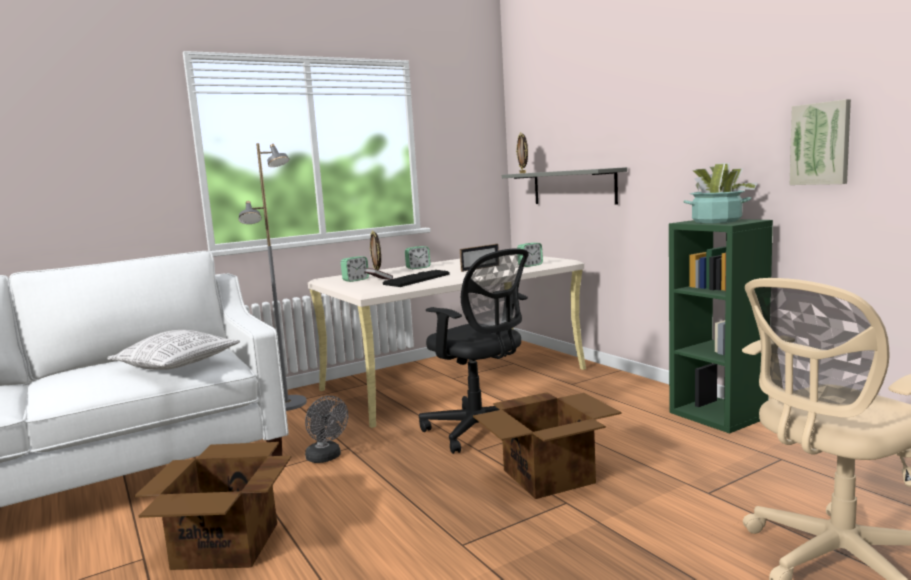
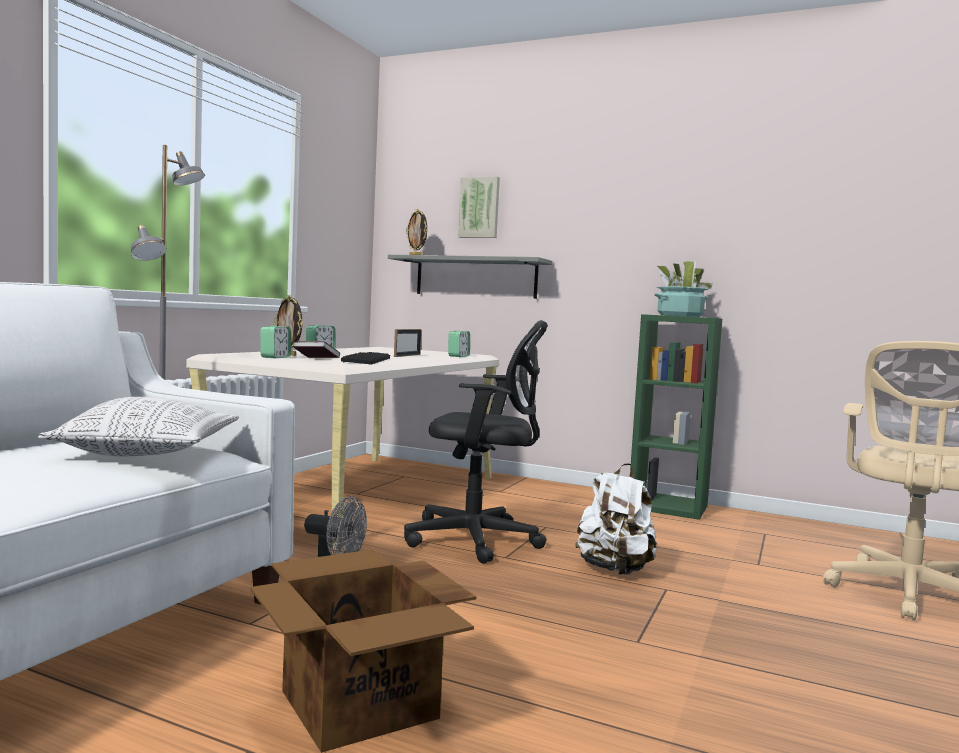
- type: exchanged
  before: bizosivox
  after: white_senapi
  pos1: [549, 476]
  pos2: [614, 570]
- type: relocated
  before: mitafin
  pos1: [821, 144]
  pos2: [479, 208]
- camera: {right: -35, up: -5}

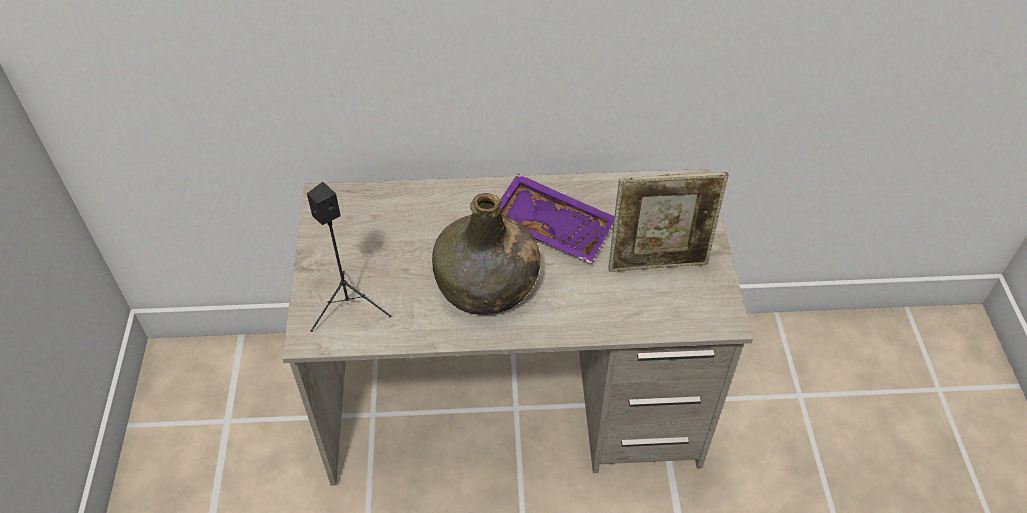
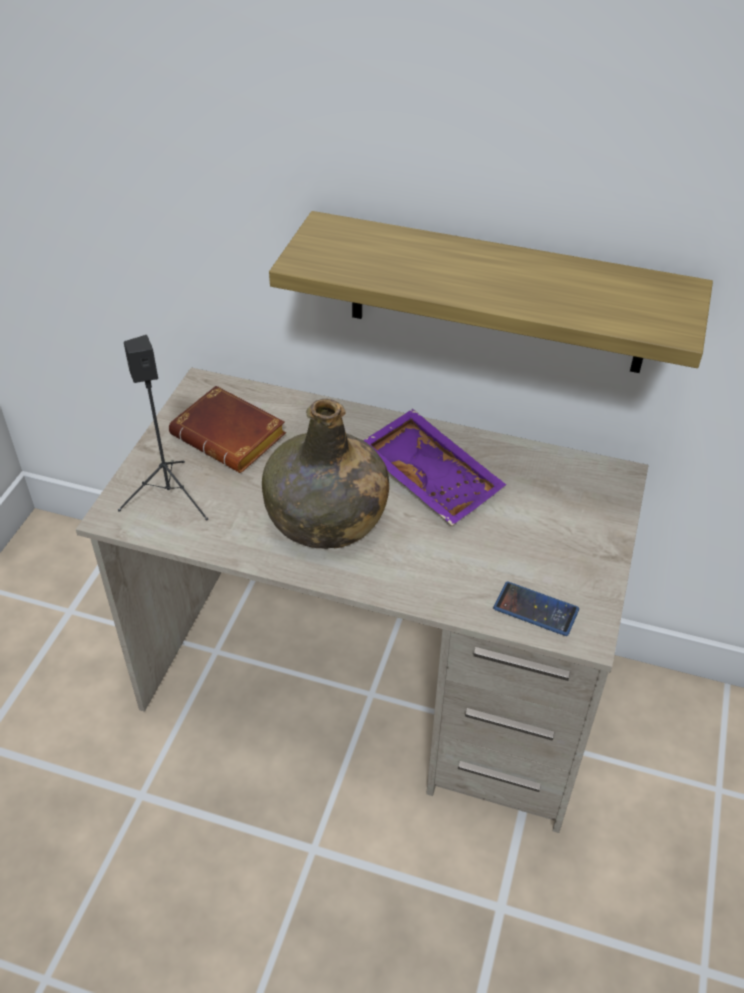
- type: missing
  before: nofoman
  pos1: [658, 263]
- type: appeared
  after: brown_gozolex
  pos2: [233, 436]
- type: appeared
  after: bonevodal
  pos2: [497, 294]
- type: appeared
  after: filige
  pos2: [535, 609]
- camera: {right: 20, up: -5}

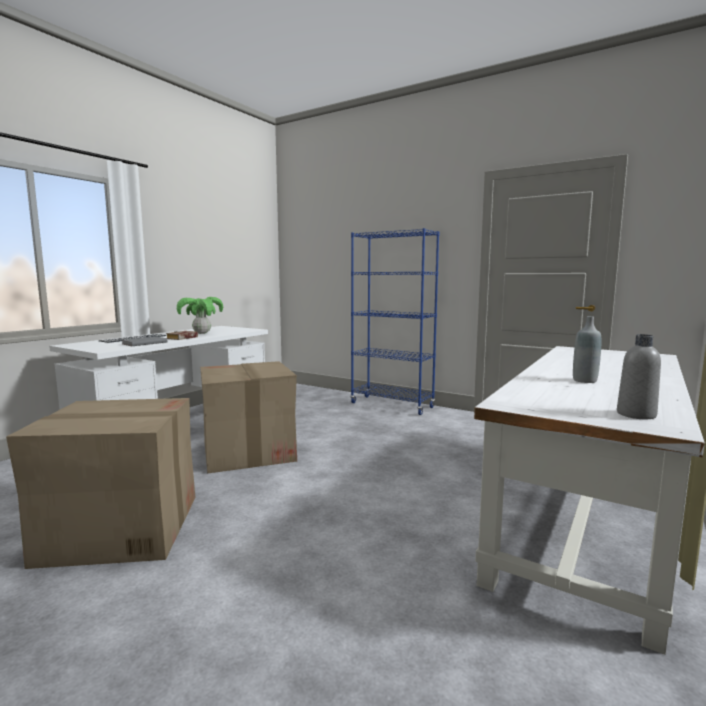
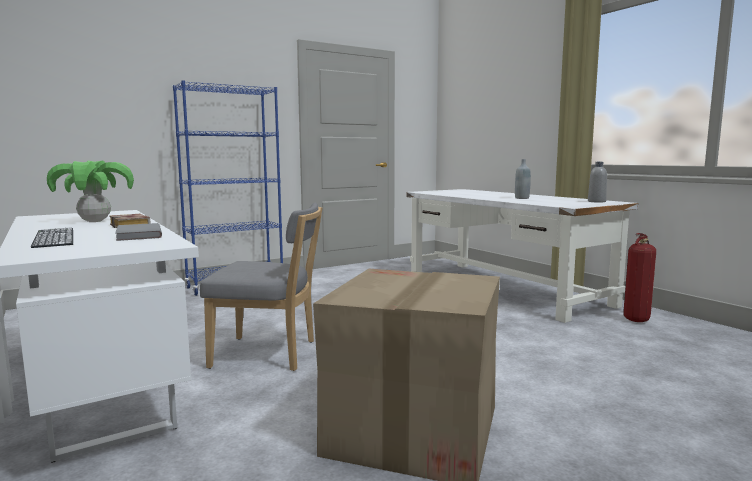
- type: exchanged
  before: bizosivox
  after: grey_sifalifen
  pos1: [248, 451]
  pos2: [269, 354]
- type: appeared
  after: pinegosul
  pos2: [637, 320]
- camera: {right: -65, up: 0}

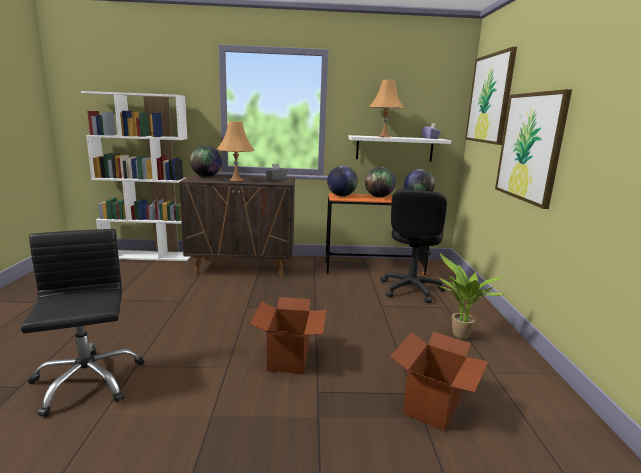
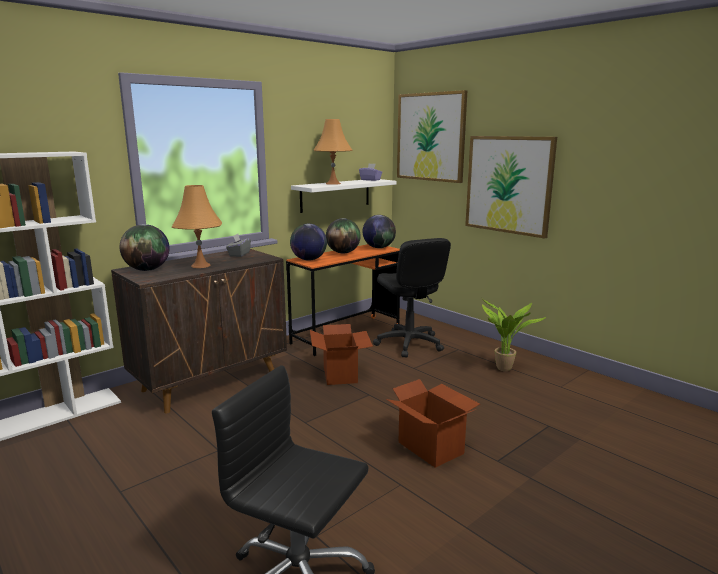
- type: relocated
  before: bizosivox
  pos1: [433, 406]
  pos2: [341, 374]
- camera: {right: -40, up: 0}

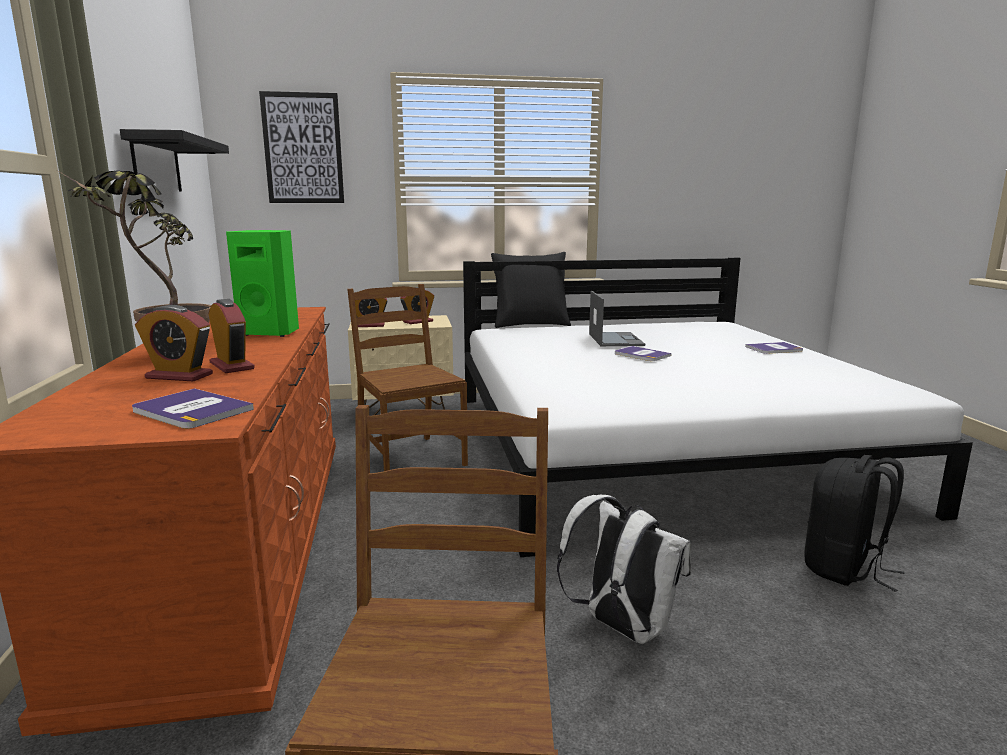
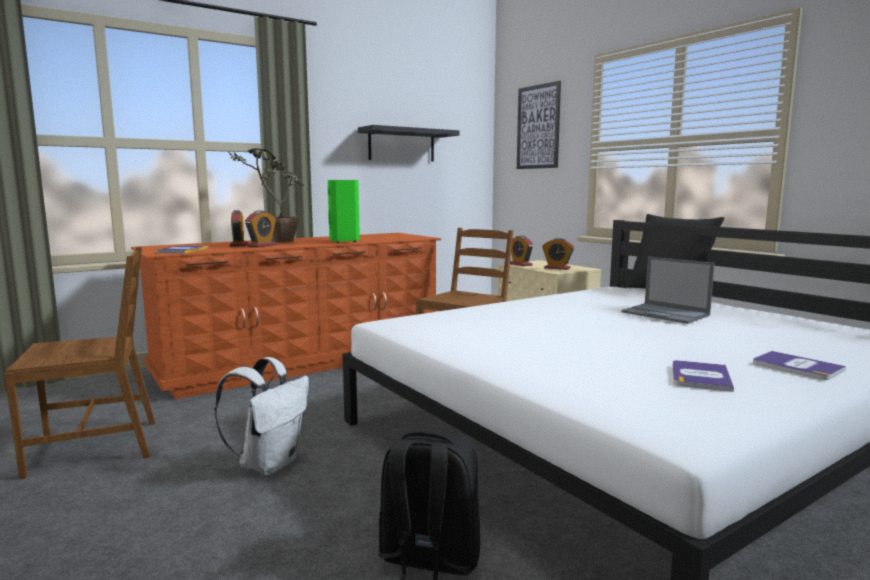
- type: spun
  before: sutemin
  pos1: [615, 339]
  pos2: [666, 314]
  turn: 75
- type: relocated
  before: gozolex
  pos1: [641, 355]
  pos2: [700, 377]
- camera: {right: 65, up: -5}

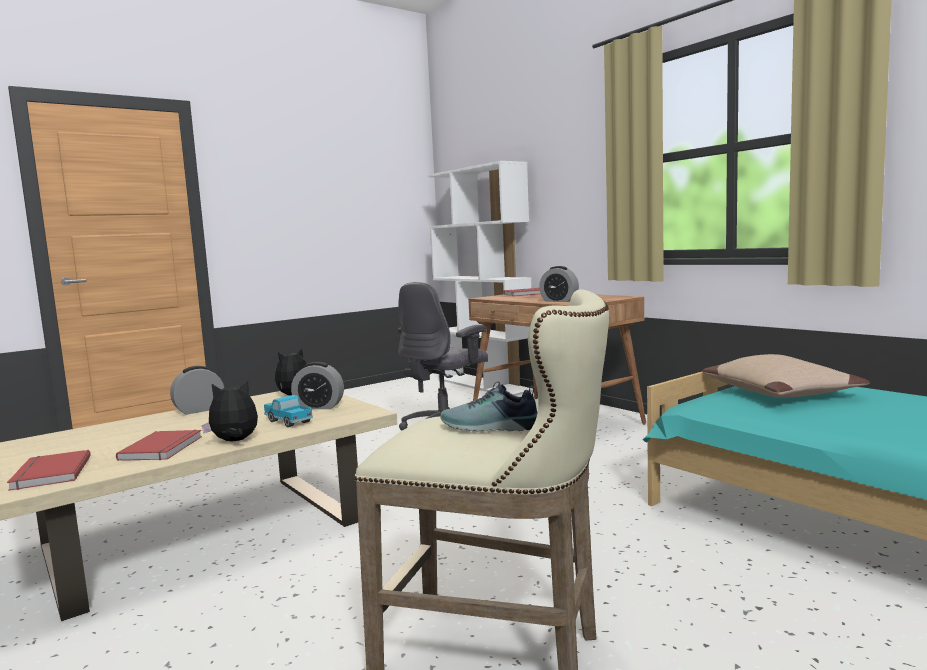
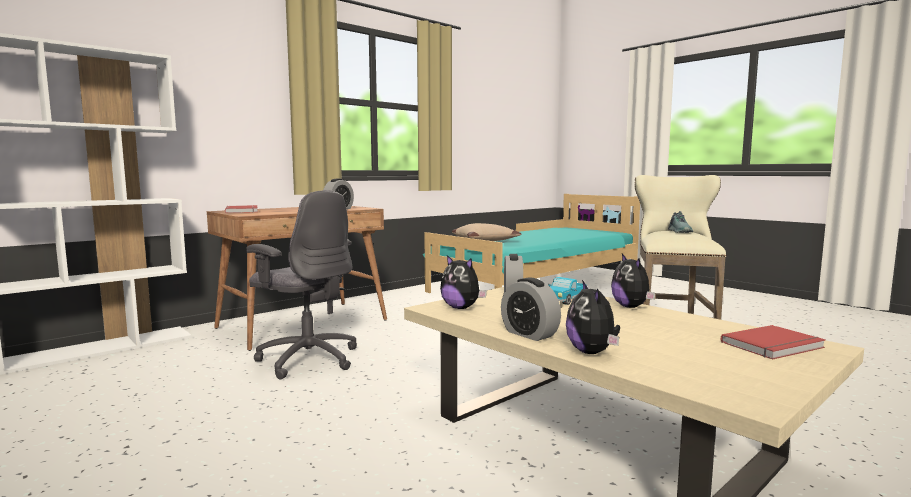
- type: missing
  before: red_gozolex
  pos1: [164, 448]
- type: appeared
  after: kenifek
  pos2: [592, 352]
- camera: {right: -95, up: 0}

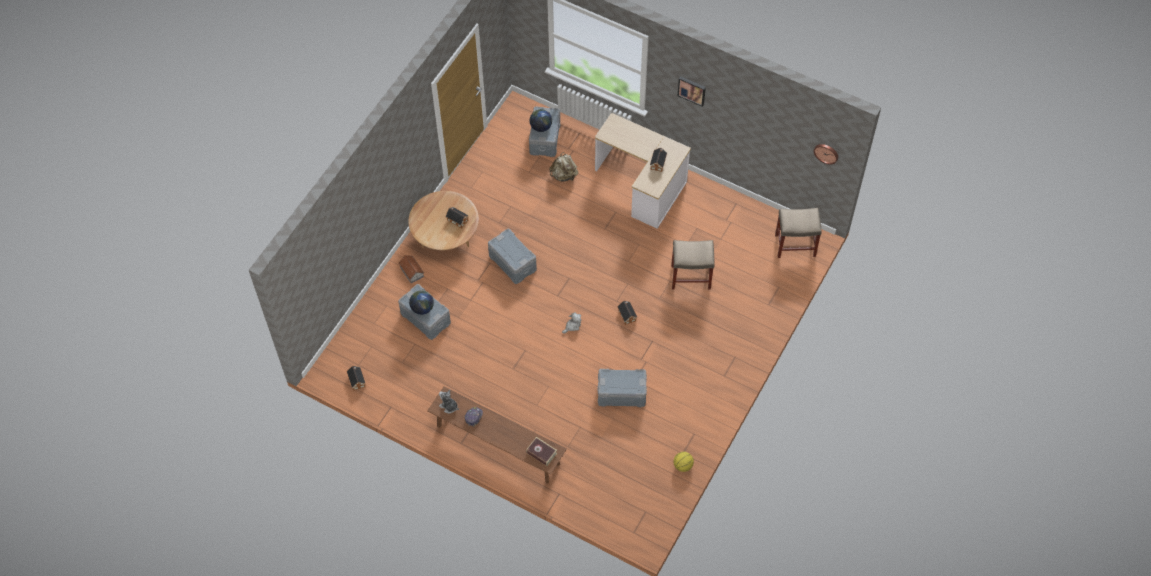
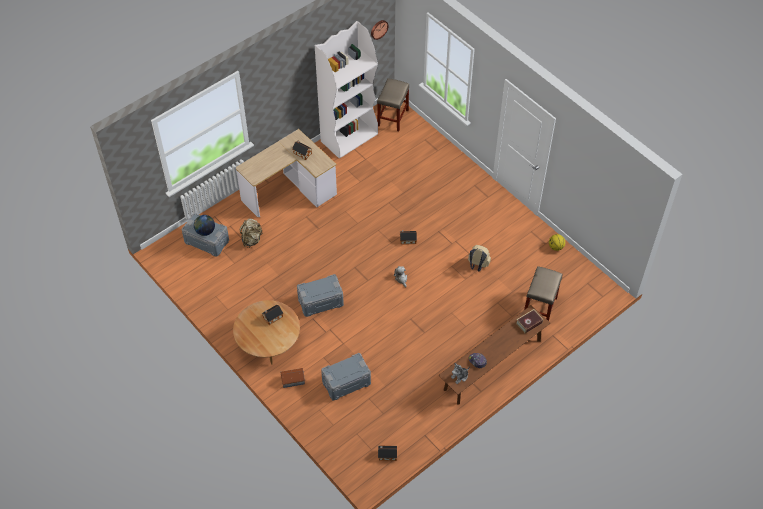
- type: missing
  before: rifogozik
  pos1: [422, 308]
- type: exchanged
  before: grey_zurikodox
  after: beige_senapi
  pos1: [621, 393]
  pos2: [477, 265]
- type: relocated
  before: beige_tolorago
  pos1: [691, 277]
  pos2: [539, 307]
- type: missing
  before: mitafin
  pos1: [692, 90]
- type: appeared
  after: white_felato
  pos2: [349, 137]
- camera: {right: -70, up: -5}

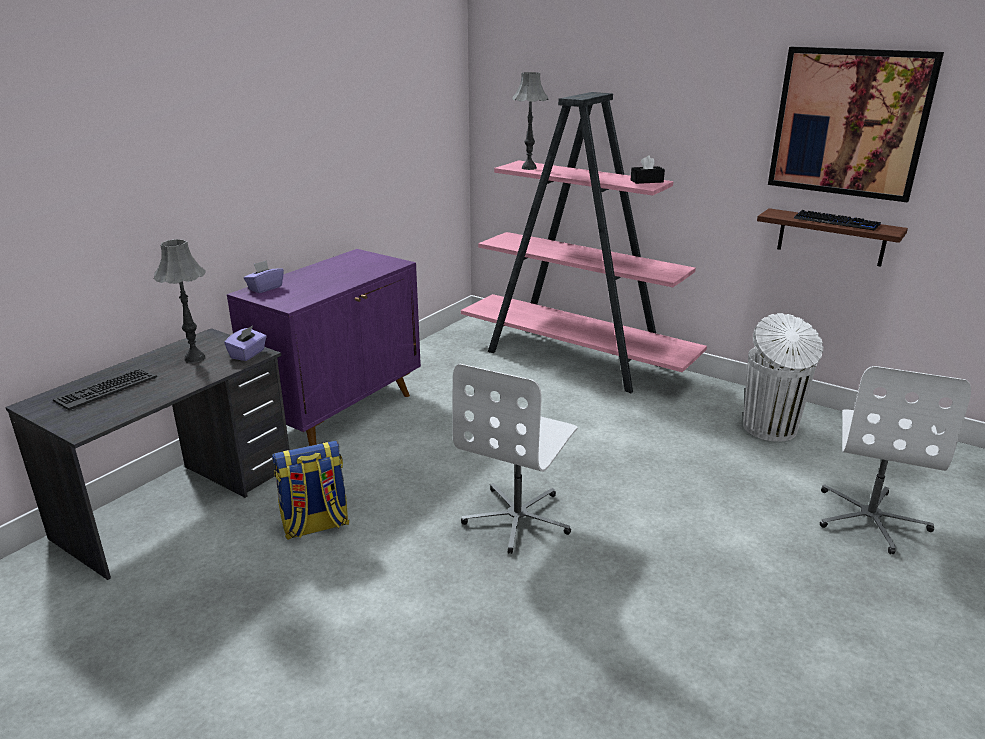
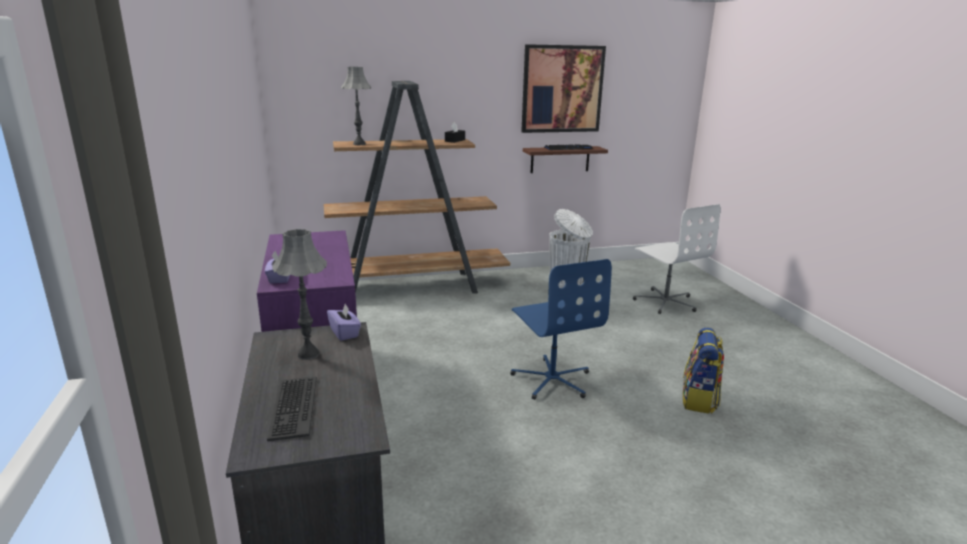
- type: relocated
  before: senapi
  pos1: [315, 525]
  pos2: [699, 400]
- type: colour
  before: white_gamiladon
  after: blue_gamiladon
  pos1: [518, 518]
  pos2: [552, 380]
- type: colour
  before: pink_felato
  after: brown_felato
  pos1: [576, 359]
  pos2: [412, 287]
- camera: {right: -50, up: -5}

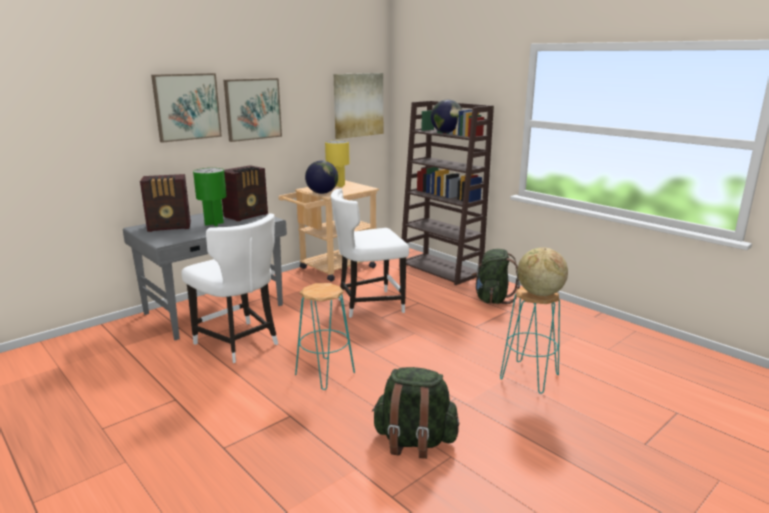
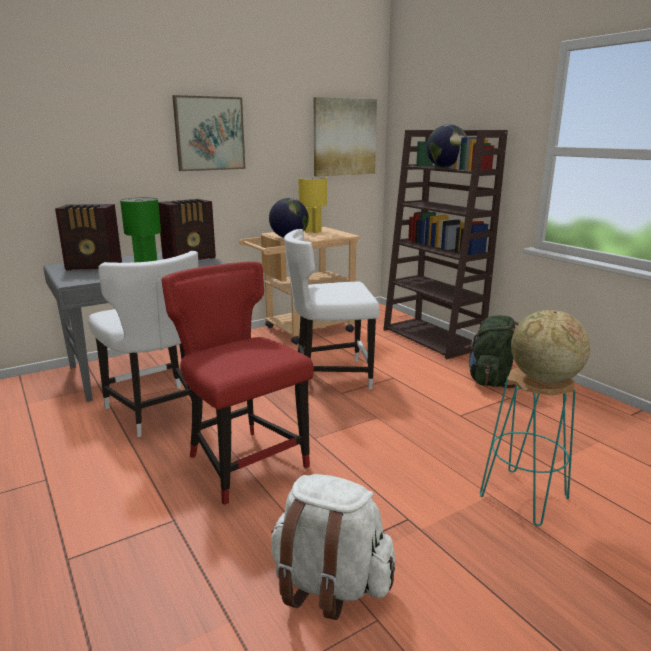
- type: missing
  before: mitafin
  pos1: [187, 107]
- type: exchanged
  before: turquoise_tolorago
  after: red_sifalifen
  pos1: [325, 373]
  pos2: [244, 462]
- type: colour
  before: green_senapi
  after: white_senapi
  pos1: [414, 441]
  pos2: [329, 584]
- camera: {right: 10, up: 0}

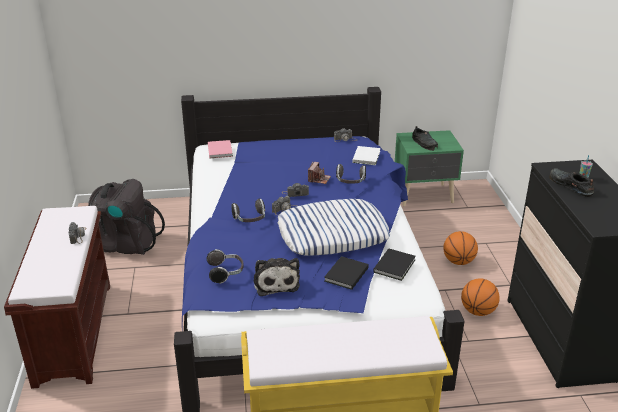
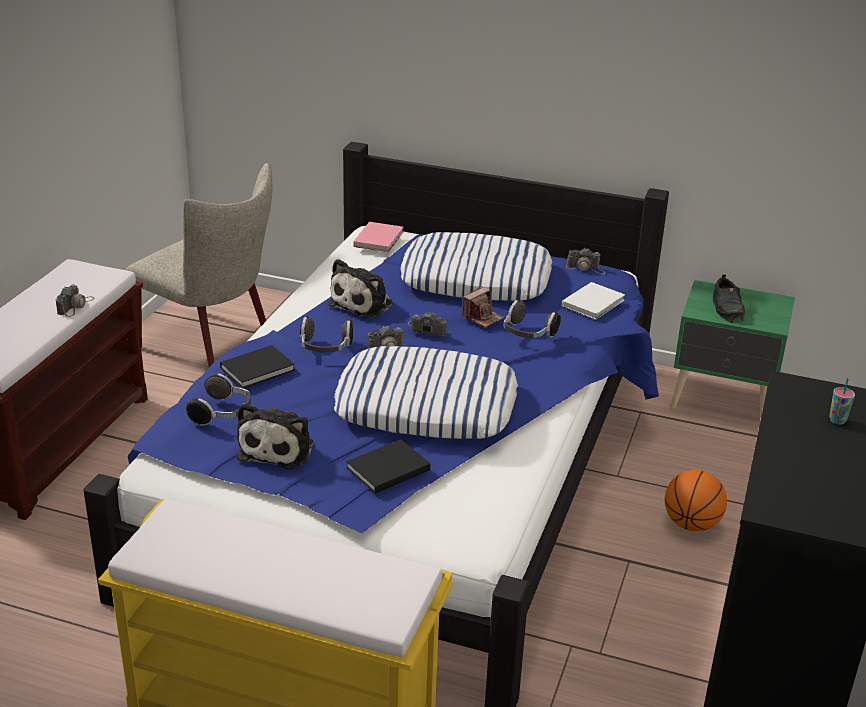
- type: exchanged
  before: black_senapi
  after: beige_sifalifen
  pos1: [126, 244]
  pos2: [212, 347]
- type: relocated
  before: black_gozolex
  pos1: [395, 265]
  pos2: [259, 369]
- type: missing
  before: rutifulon
  pos1: [478, 311]
- type: missing
  before: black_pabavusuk
  pos1: [570, 185]
- type: appeared
  after: kenifek
  pos2: [363, 303]
- type: appeared
  after: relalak
  pos2: [476, 278]
- camera: {right: 25, up: 0}

